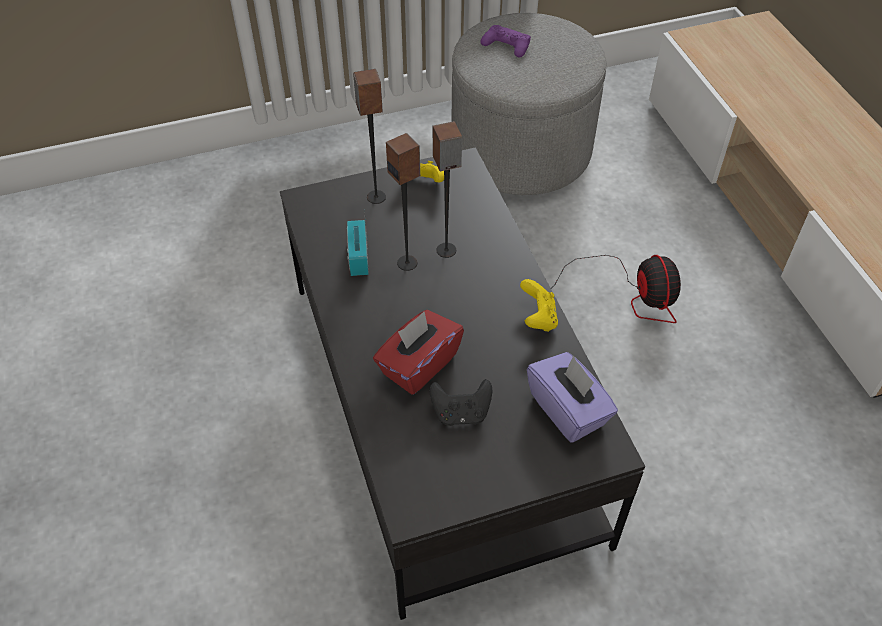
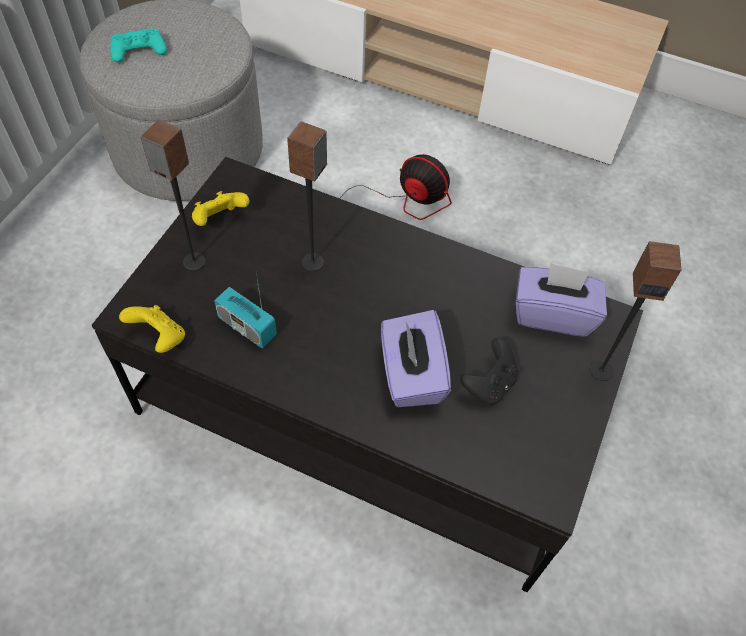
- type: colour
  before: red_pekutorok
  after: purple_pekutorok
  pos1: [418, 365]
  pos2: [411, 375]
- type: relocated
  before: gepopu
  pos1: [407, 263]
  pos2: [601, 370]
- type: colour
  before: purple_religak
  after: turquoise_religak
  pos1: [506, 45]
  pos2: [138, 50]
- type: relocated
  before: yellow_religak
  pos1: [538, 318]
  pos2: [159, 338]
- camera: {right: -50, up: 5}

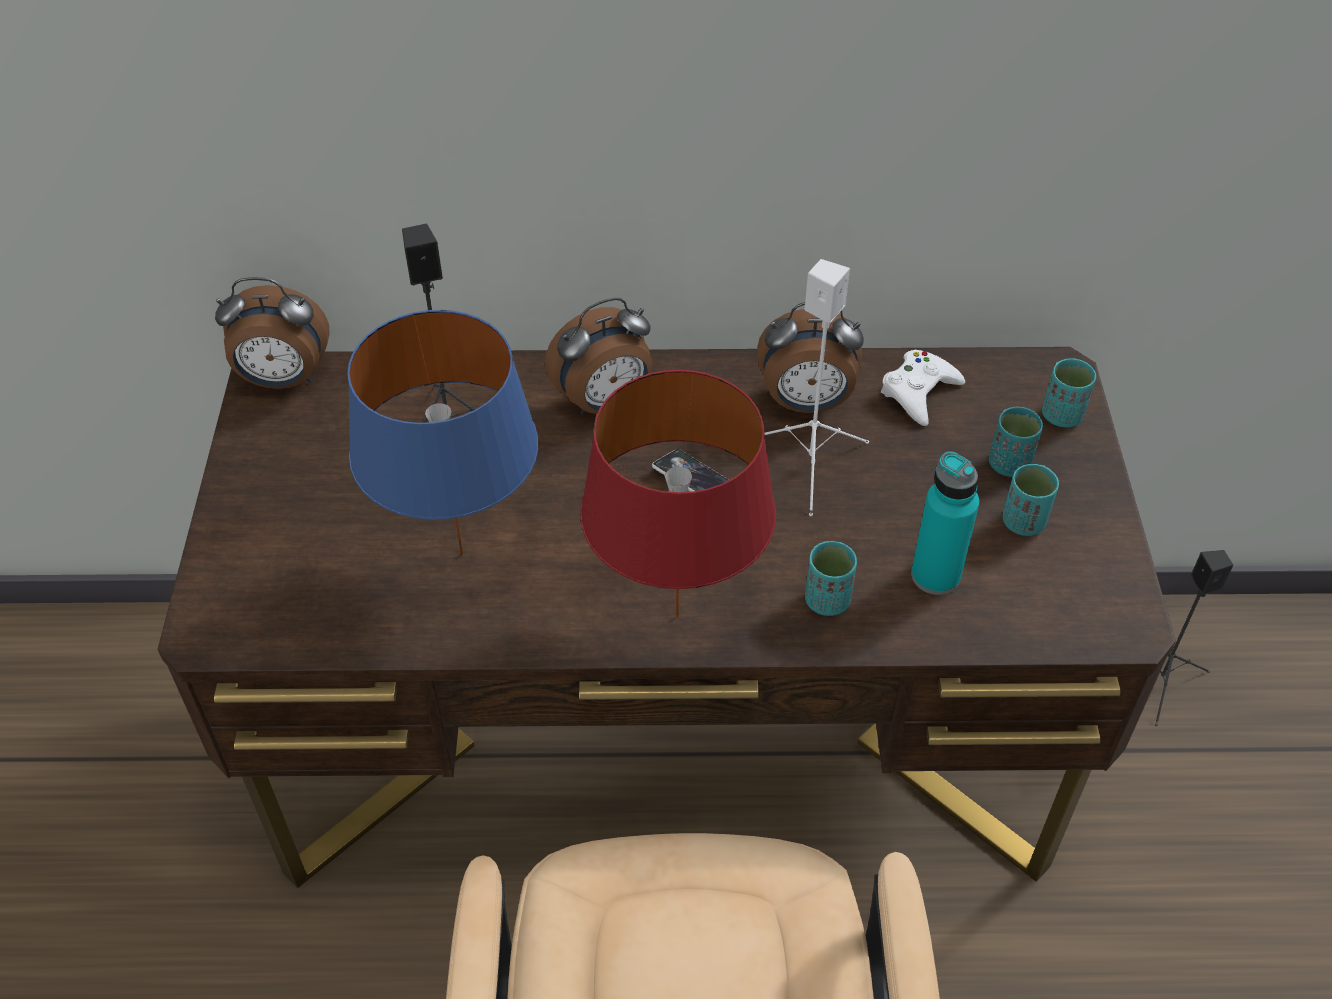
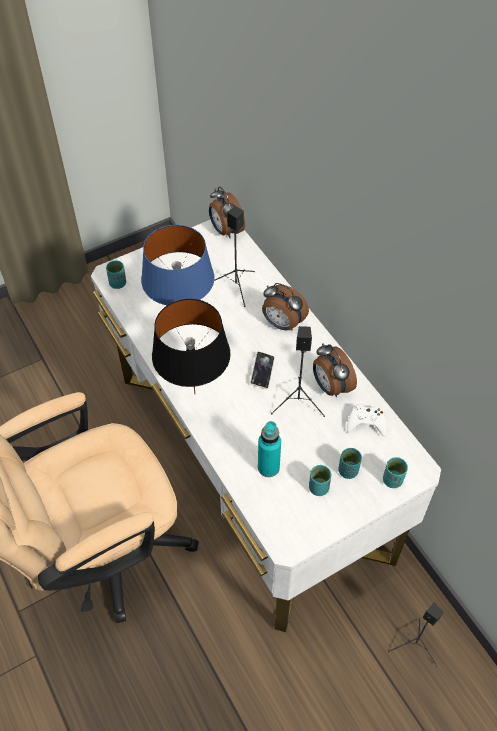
- type: colour
  before: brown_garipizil
  after: white_garipizil
  pos1: [666, 746]
  pos2: [250, 464]
- type: colour
  before: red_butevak
  after: black_butevak
  pos1: [676, 618]
  pos2: [194, 394]
- type: colour
  before: white_gepopu
  after: black_gepopu
  pos1: [811, 463]
  pos2: [299, 402]
- type: relocated
  before: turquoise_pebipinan
  pos1: [827, 600]
  pos2: [118, 283]
- camera: {right: 60, up: 5}

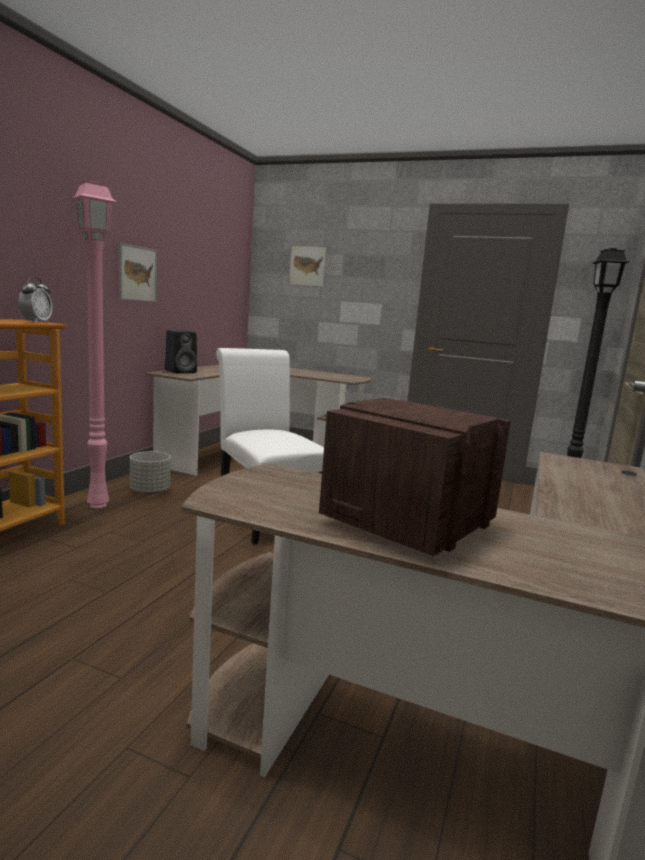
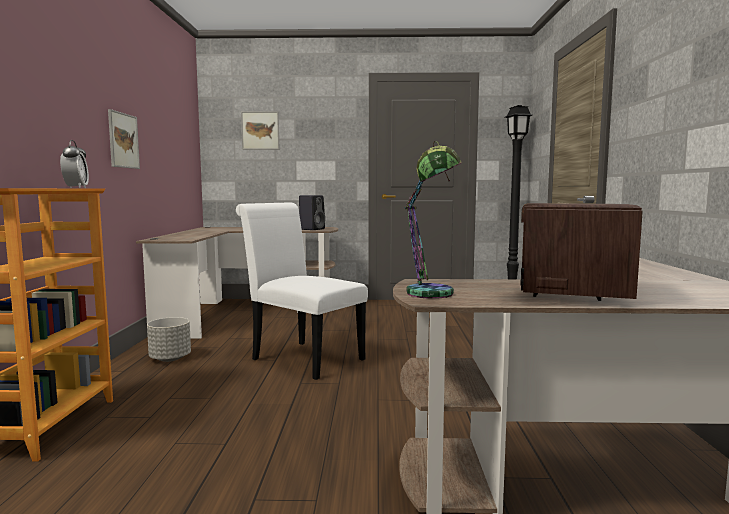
- type: missing
  before: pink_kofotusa
  pos1: [99, 504]
- type: relocated
  before: black_gepopu
  pos1: [181, 371]
  pos2: [312, 229]
- type: appeared
  after: butevak
  pos2: [429, 296]
- camera: {right: -20, up: -5}

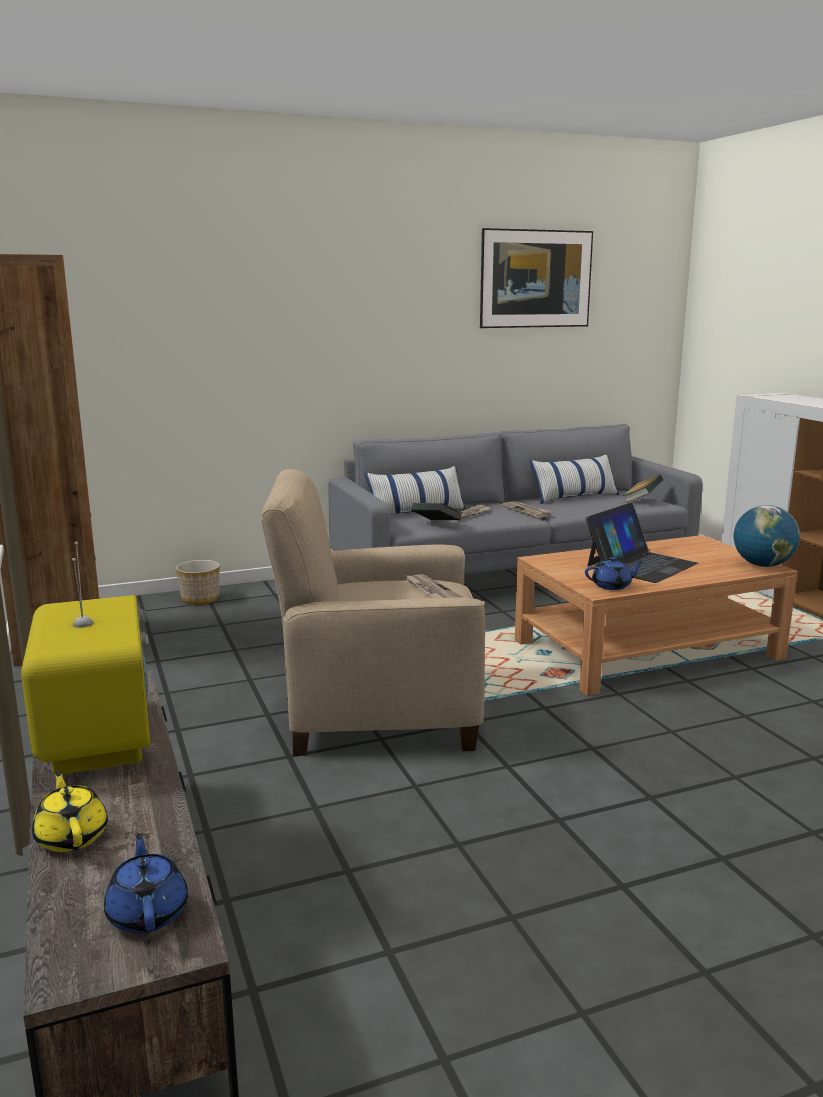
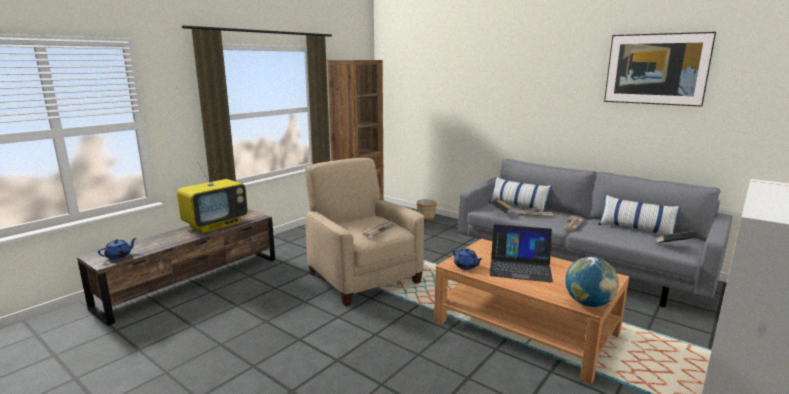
- type: missing
  before: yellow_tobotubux
  pos1: [72, 836]
- camera: {right: 60, up: 0}

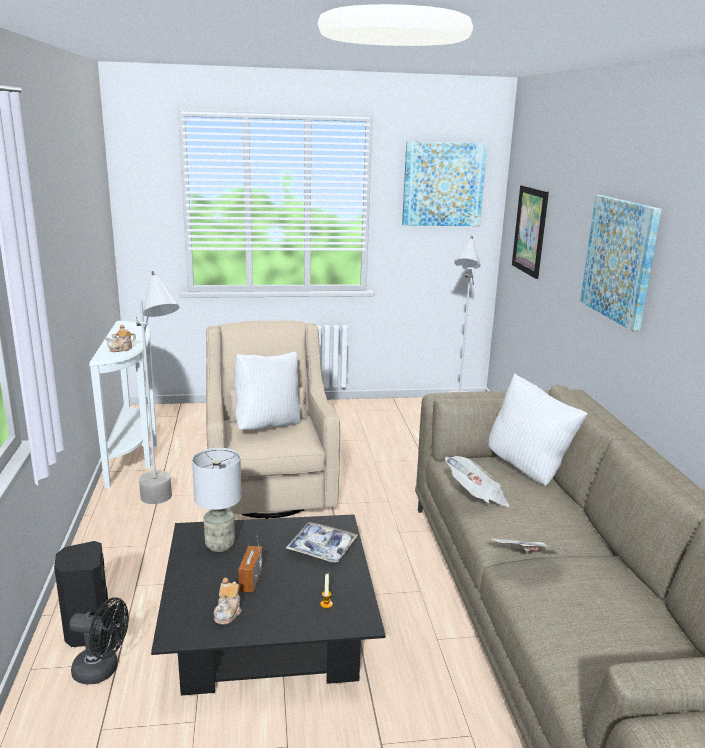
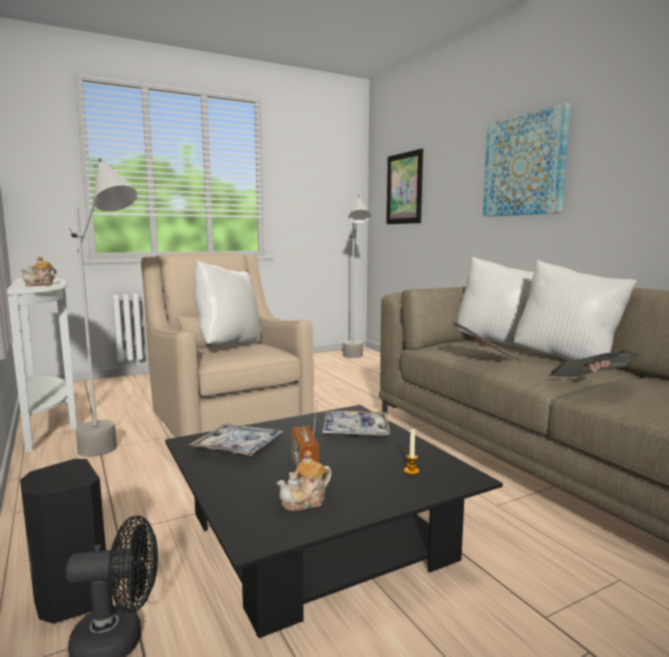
- type: exchanged
  before: grey_butevak
  after: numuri
  pos1: [219, 545]
  pos2: [238, 447]
- type: spun
  before: tobotubux
  pos1: [228, 612]
  pos2: [305, 501]
  turn: 60
- type: missing
  before: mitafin
  pos1: [443, 184]
- type: appeared
  after: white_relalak
  pos2: [567, 360]
- camera: {right: -20, up: -10}

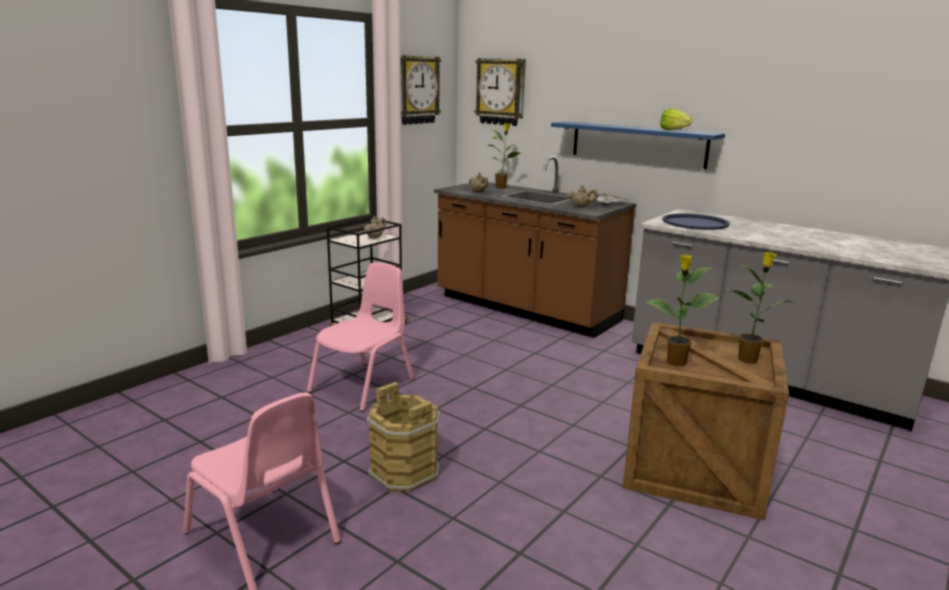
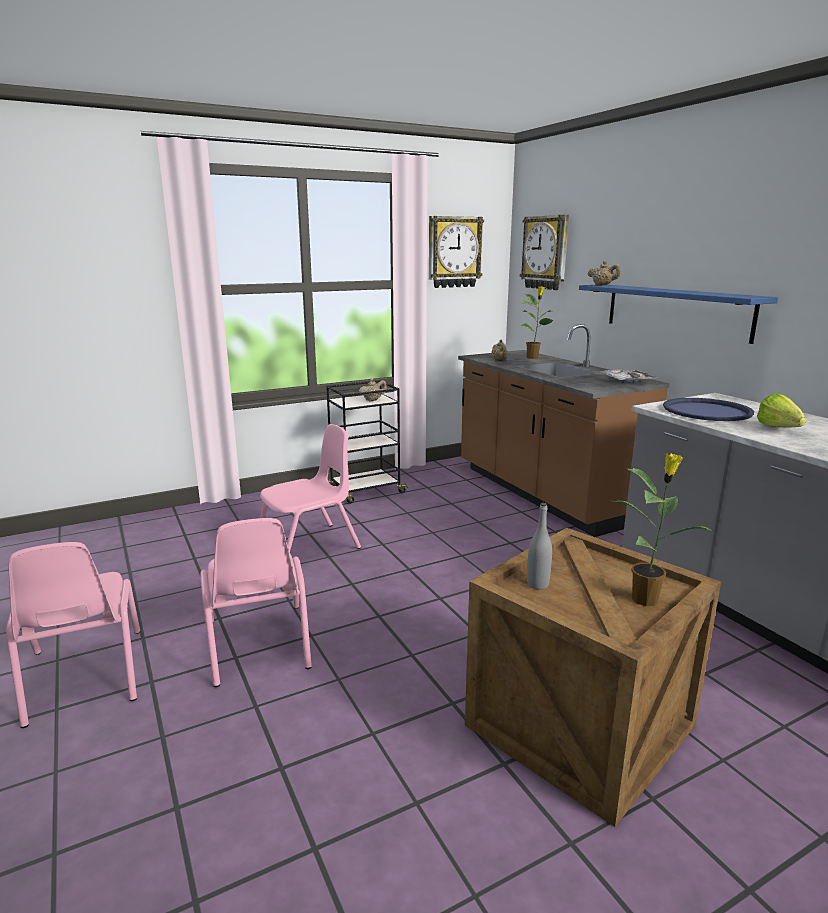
- type: exchanged
  before: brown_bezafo
  after: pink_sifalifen
  pos1: [403, 473]
  pos2: [258, 644]
- type: relocated
  before: beige_tobotubux
  pos1: [581, 207]
  pos2: [602, 285]
- type: exchanged
  before: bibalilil
  after: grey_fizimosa
  pos1: [675, 363]
  pos2: [537, 584]
- type: relocated
  before: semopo
  pos1: [676, 131]
  pos2: [781, 430]
- camera: {right: 25, up: 0}

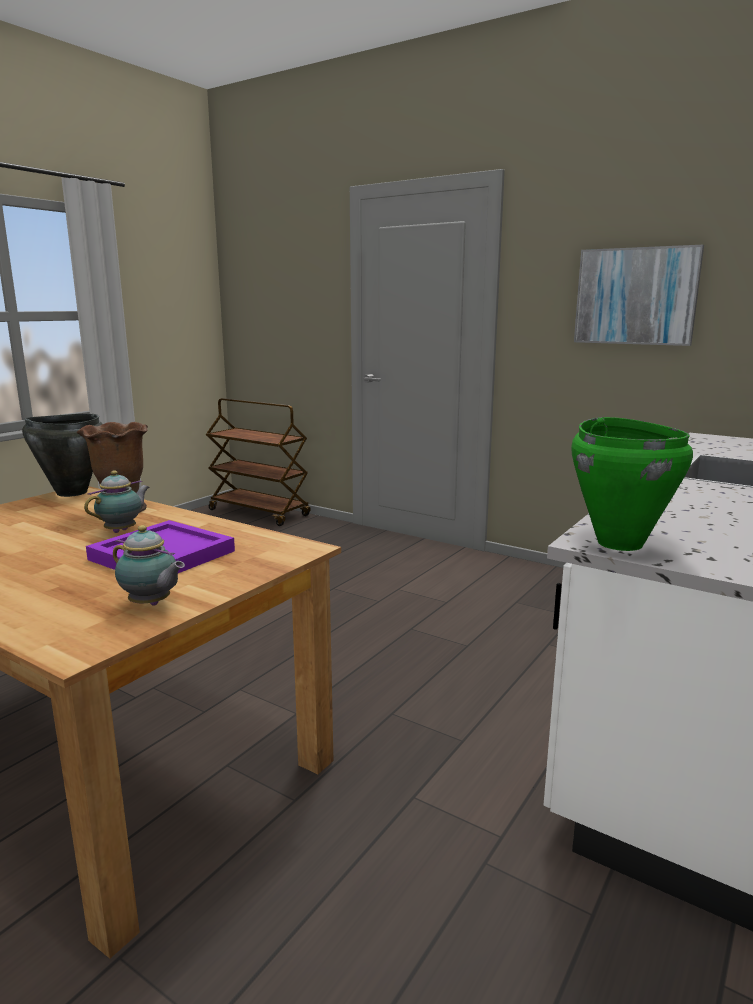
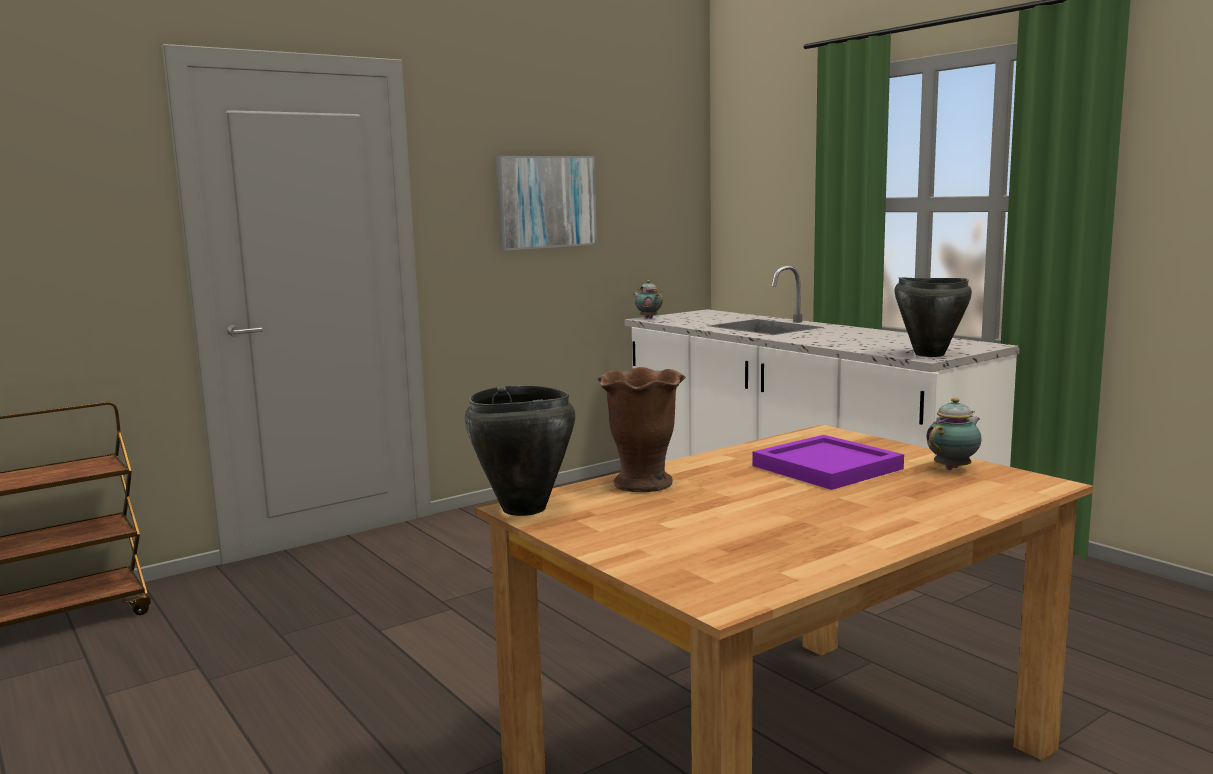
- type: relocated
  before: tobotubux
  pos1: [123, 530]
  pos2: [648, 318]
- type: colour
  before: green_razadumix
  after: black_razadumix
  pos1: [620, 543]
  pos2: [929, 354]
- camera: {right: -70, up: -5}

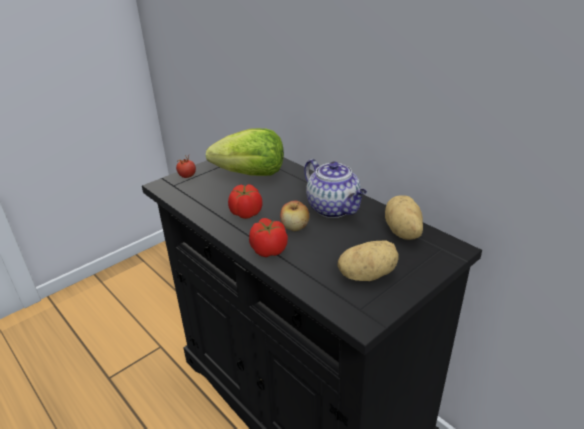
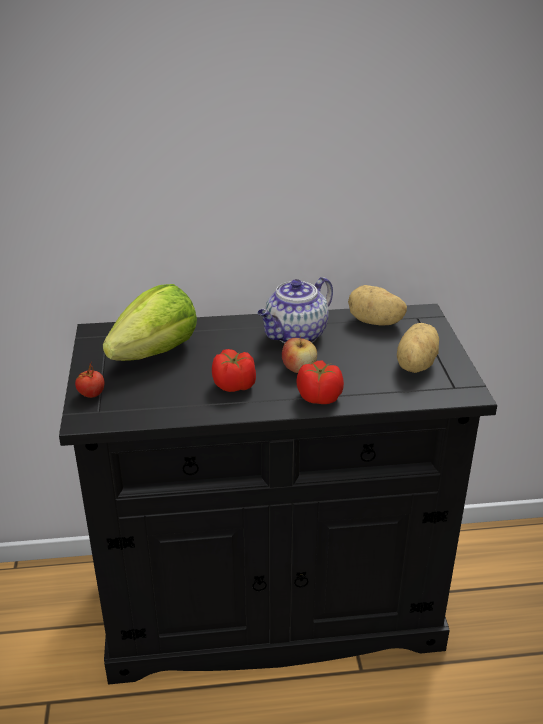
- type: spun
  before: tobotubux
  pos1: [334, 209]
  pos2: [295, 336]
  turn: 135
- camera: {right: -55, up: 0}

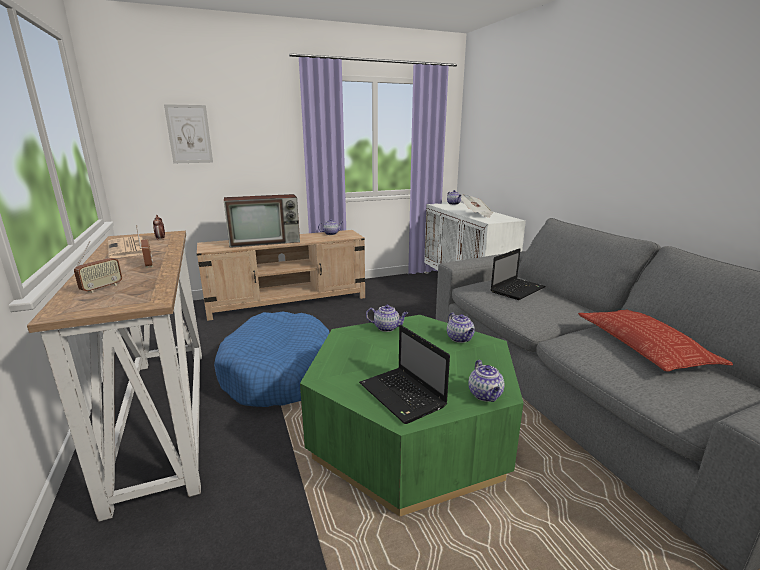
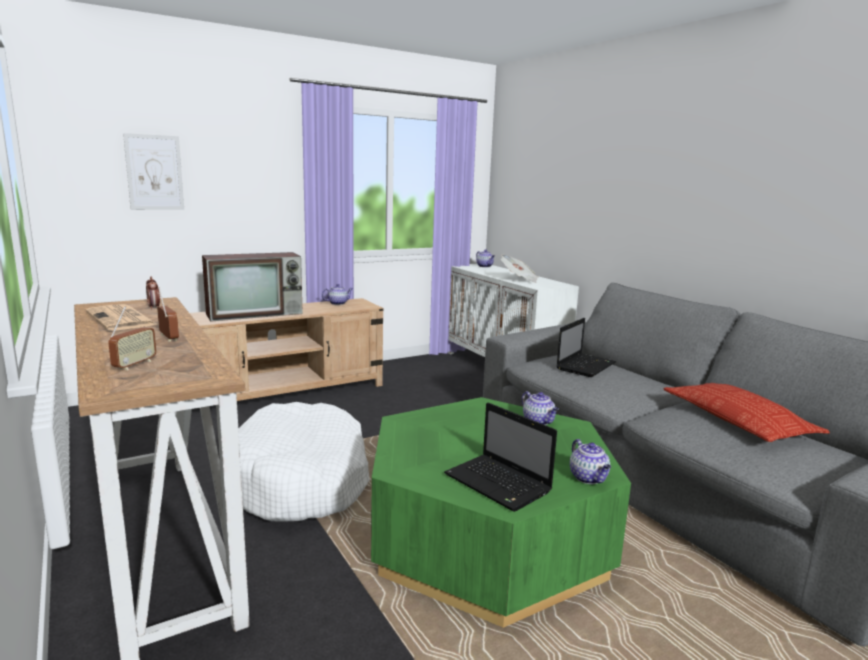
- type: colour
  before: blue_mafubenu
  after: white_mafubenu
  pos1: [279, 372]
  pos2: [300, 480]
- type: missing
  before: tobotubux
  pos1: [387, 328]
- camera: {right: -10, up: -5}

